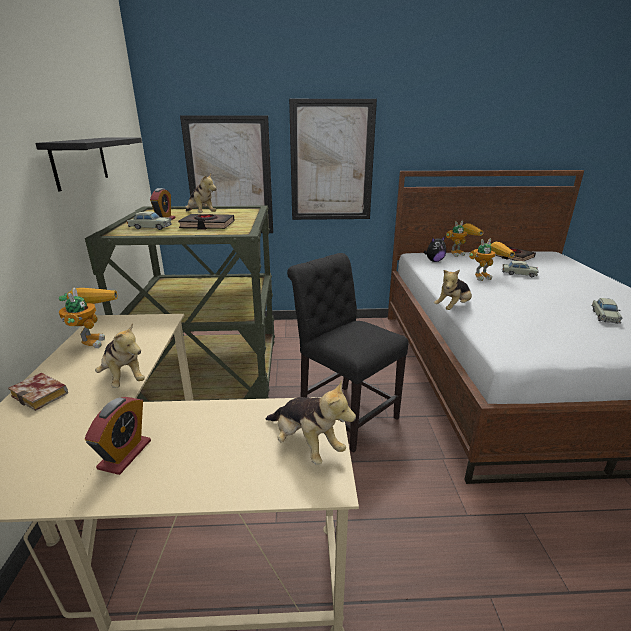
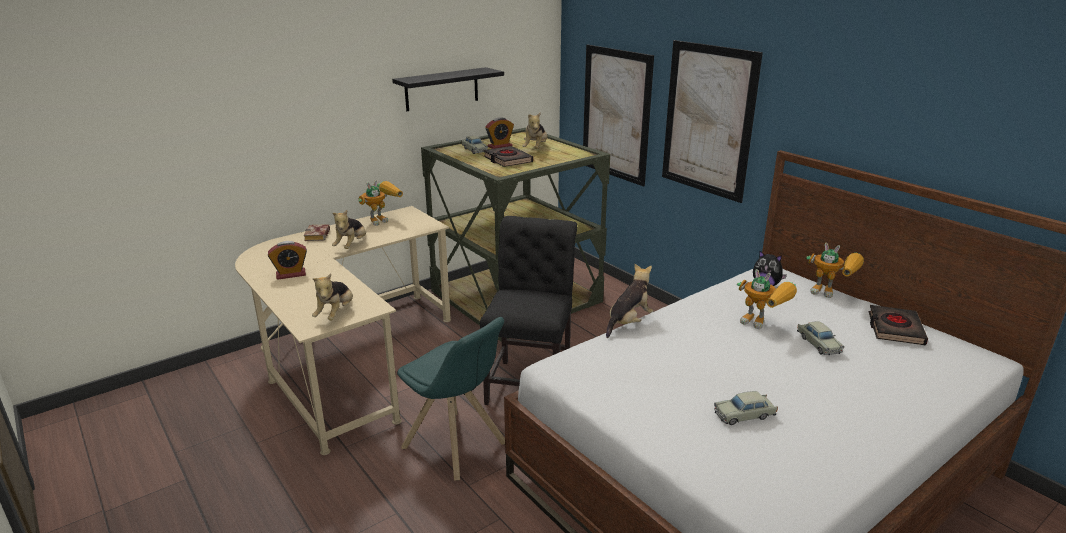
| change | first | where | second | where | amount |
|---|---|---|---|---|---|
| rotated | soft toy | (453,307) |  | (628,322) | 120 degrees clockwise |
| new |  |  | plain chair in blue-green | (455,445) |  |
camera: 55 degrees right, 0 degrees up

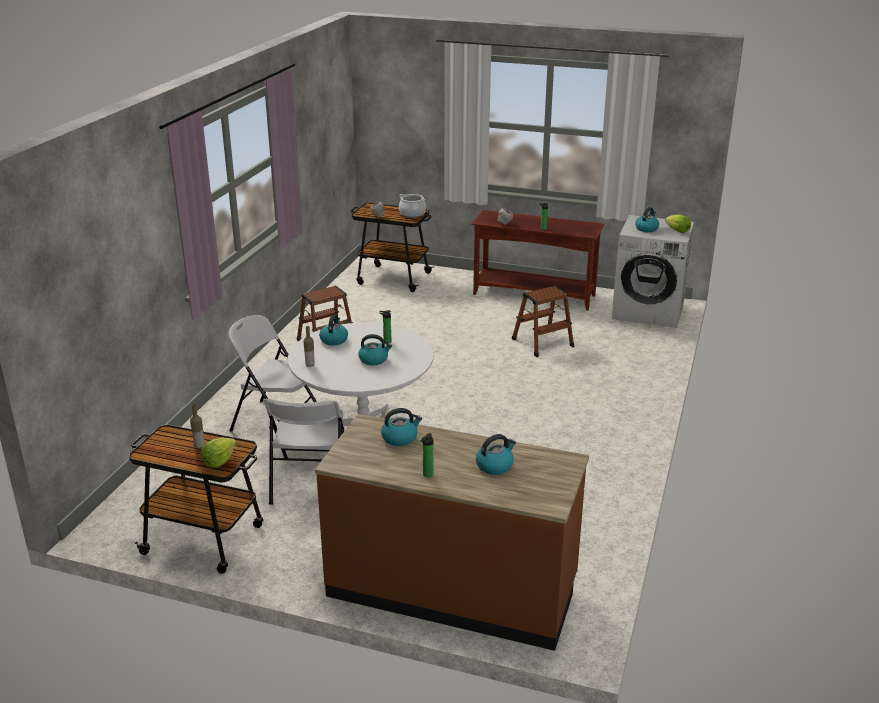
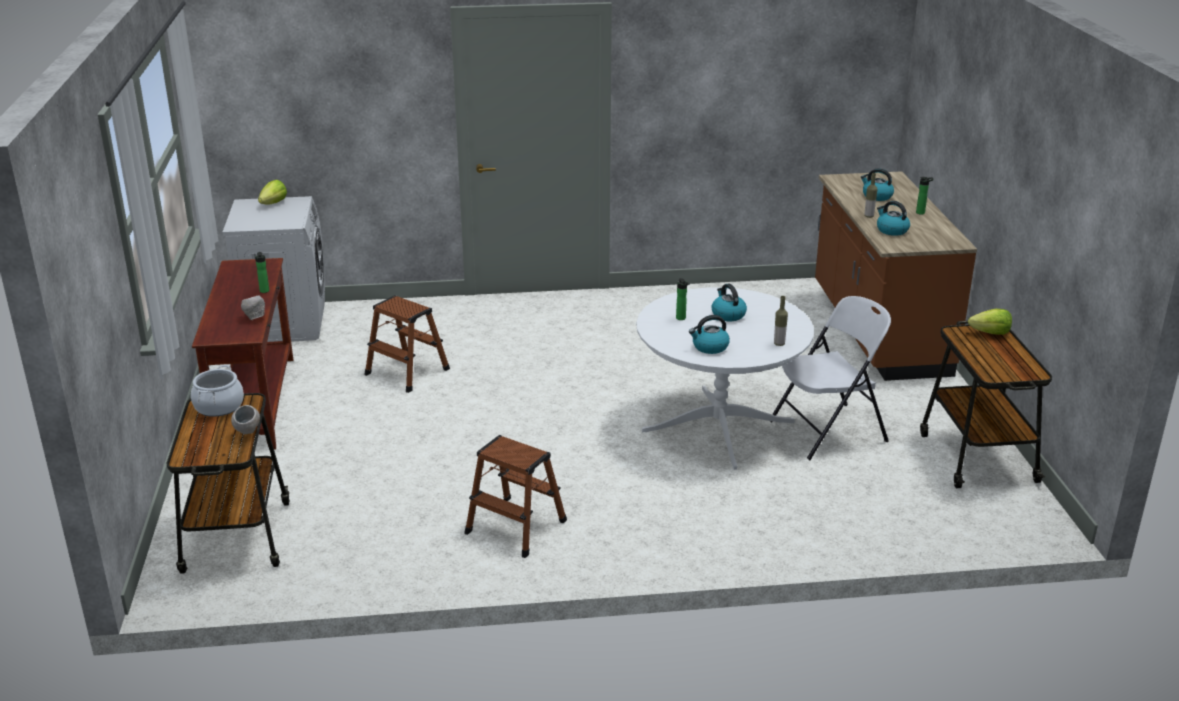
| change | first | where | second | where | amount |
|---|---|---|---|---|---|
| shifted | drink bottle | (199,446) |  | (869,216) |  |
| gone | plain chair in whitish | (277,422) |  |  |  |
| gone | tea kettle | (646,228) |  |  |  |
camera: 115 degrees left, 0 degrees up

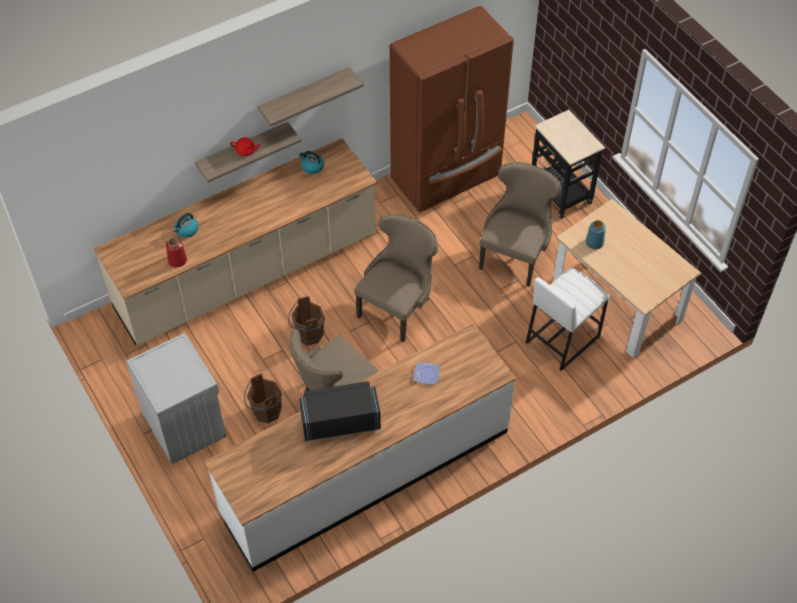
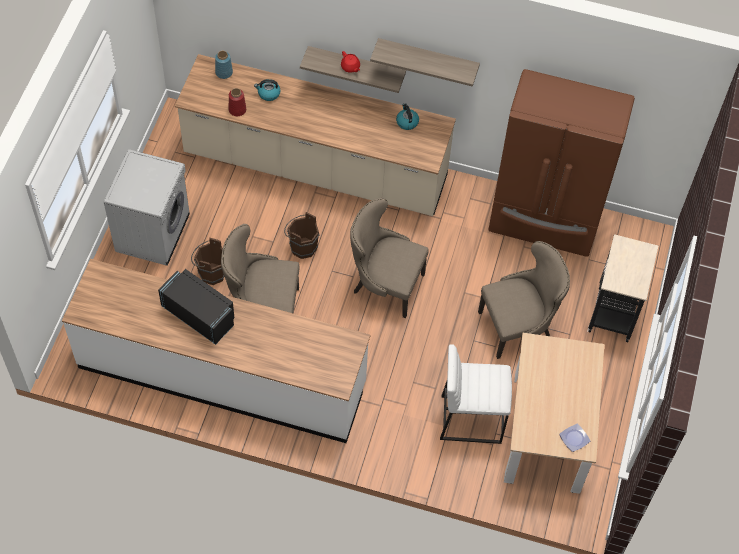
| change | first | where | second | where | amount |
|---|---|---|---|---|---|
| rotated | plain chair in beige-coloured | (398,307) |  | (385,285) | 150 degrees counterclockwise |
| shifted | flat dish | (426,374) |  | (574,438) |  |
| shifted | flower vase in bluish | (594,243) |  | (223,72) |  |
camera: 45 degrees right, 5 degrees up

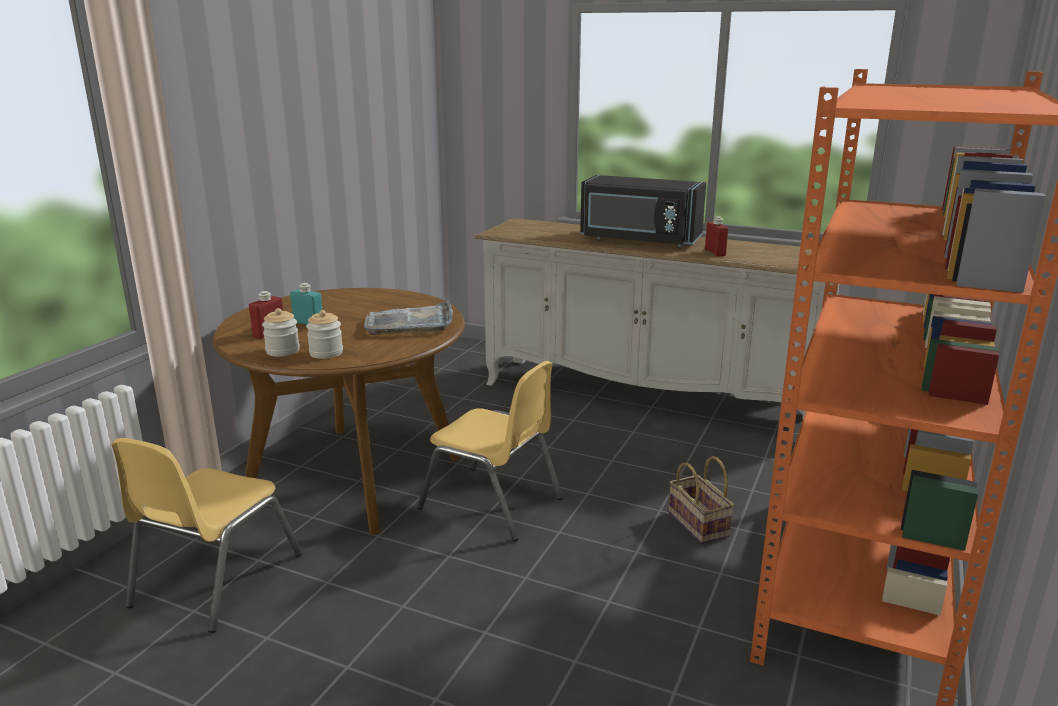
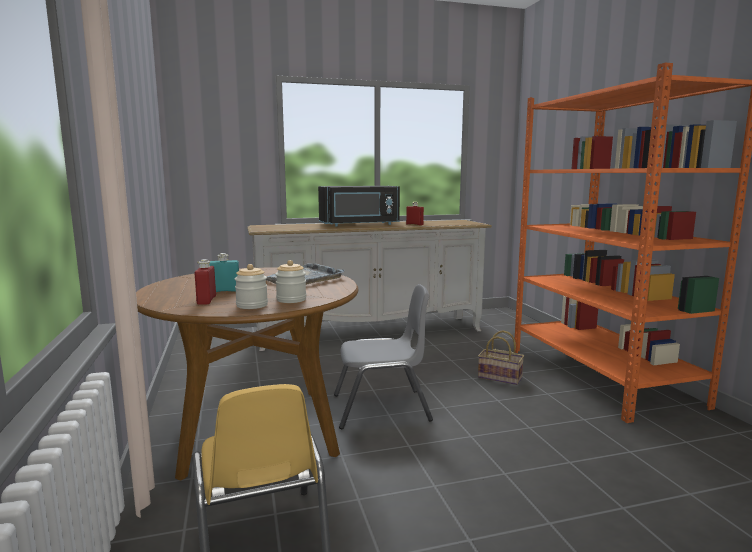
| change | first | where | second | where | amount |
|---|---|---|---|---|---|
| repainted | plain chair in yellow-coloured | (492,503) | plain chair in gray | (381,408) |  |
camera: 40 degrees left, 10 degrees down

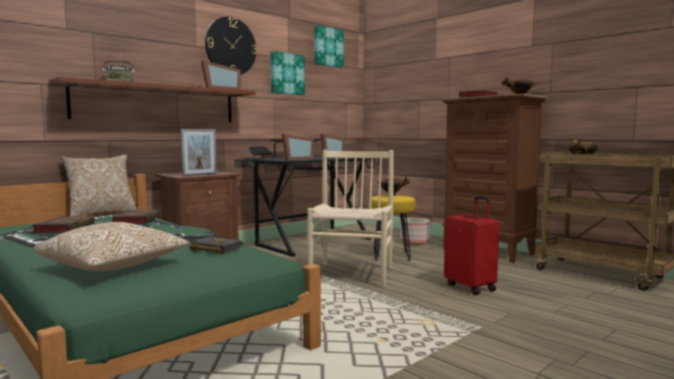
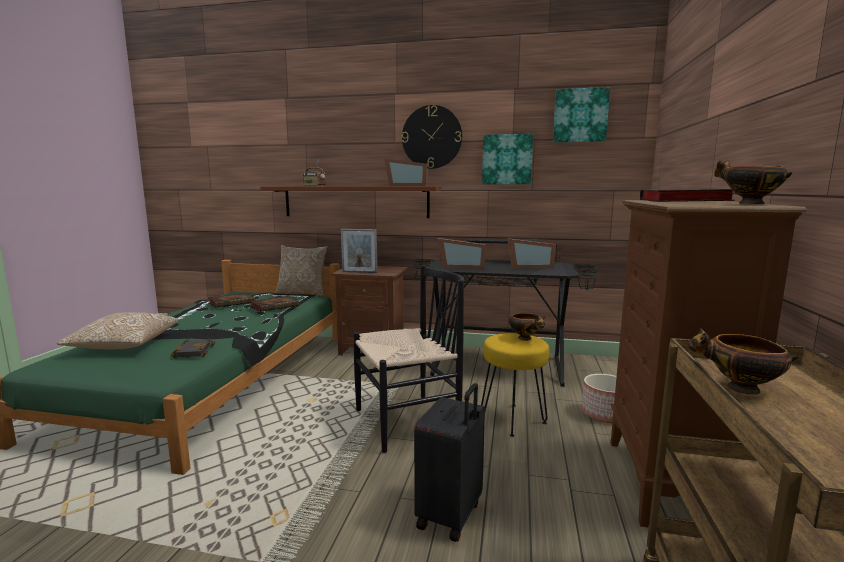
| change | first | where | second | where | amount |
|---|---|---|---|---|---|
| repainted | plain chair in beige-coloured | (353,274) | plain chair in black-coloured | (411,421) |  |
| repainted | suitcase in reddish | (471,287) | suitcase in black-coloured | (451,515) |  |
camera: 55 degrees right, 5 degrees up

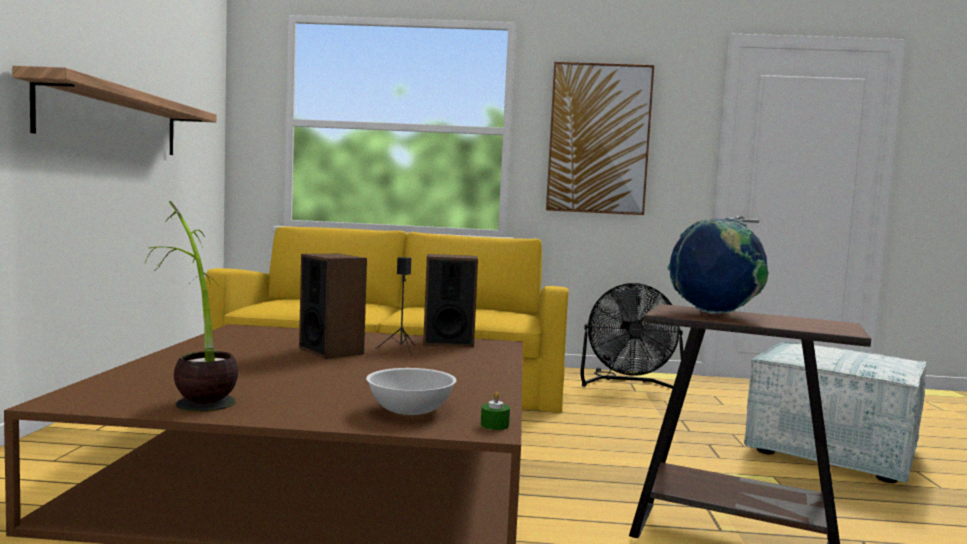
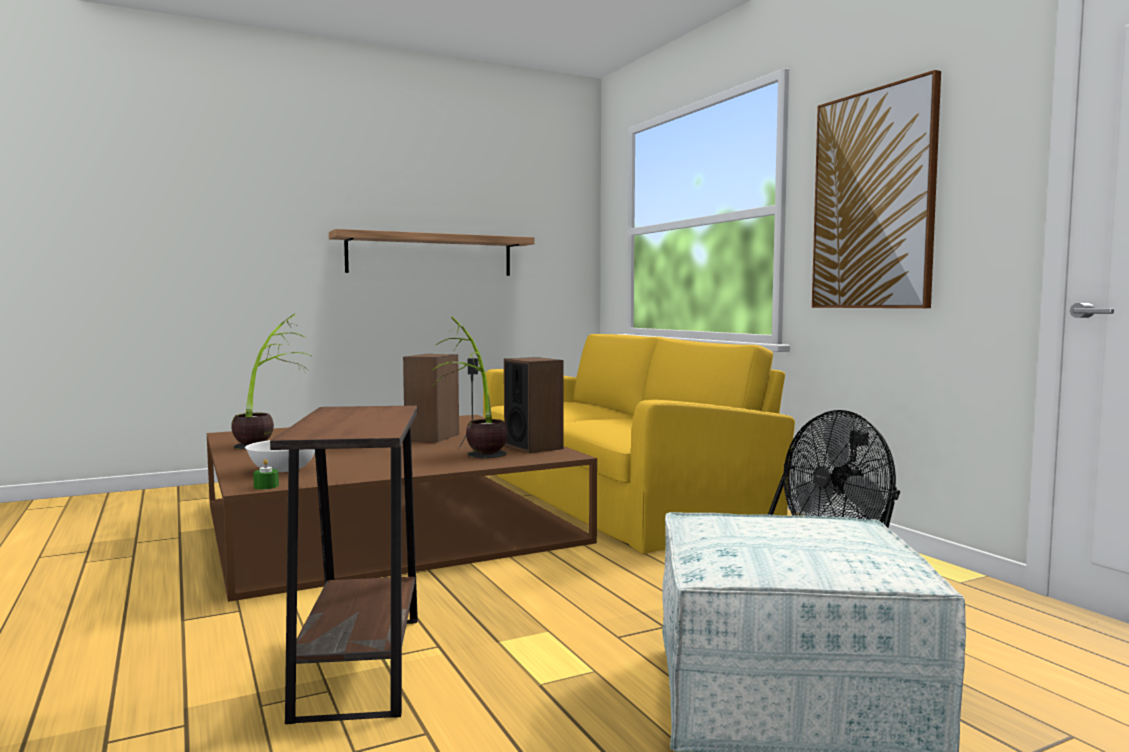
| change | first | where | second | where | amount |
|---|---|---|---|---|---|
| gone | globe | (714,314) |  |  |  |
| new |  |  | plant in a pot | (475,458) |  |
camera: 60 degrees right, 0 degrees up

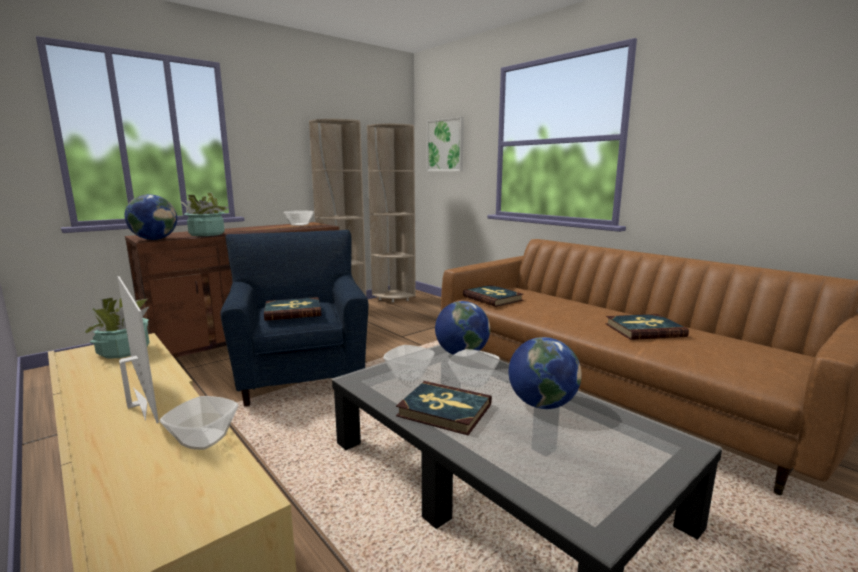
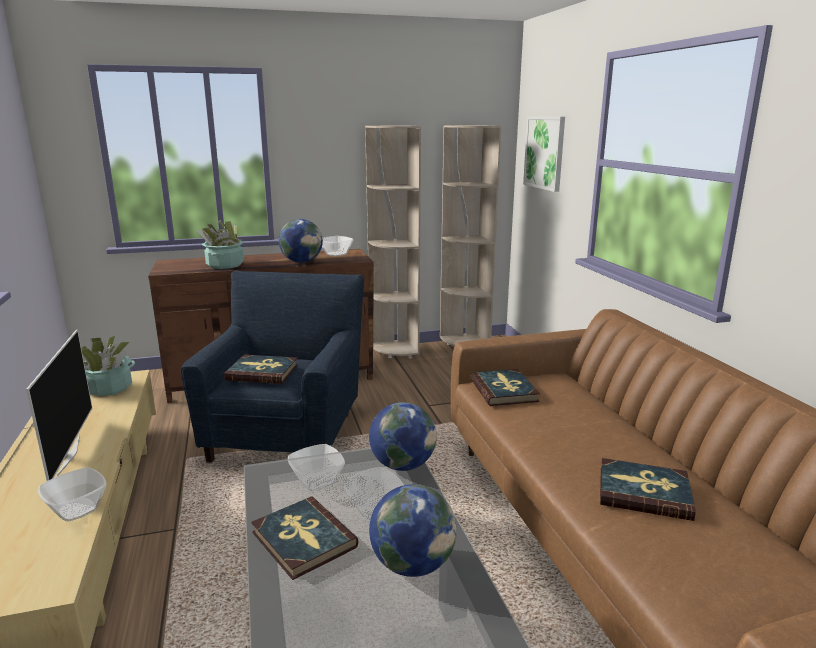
| change | first | where | second | where | amount |
|---|---|---|---|---|---|
| shifted | globe | (154,239) |  | (301,262) |  |
camera: 25 degrees right, 5 degrees up

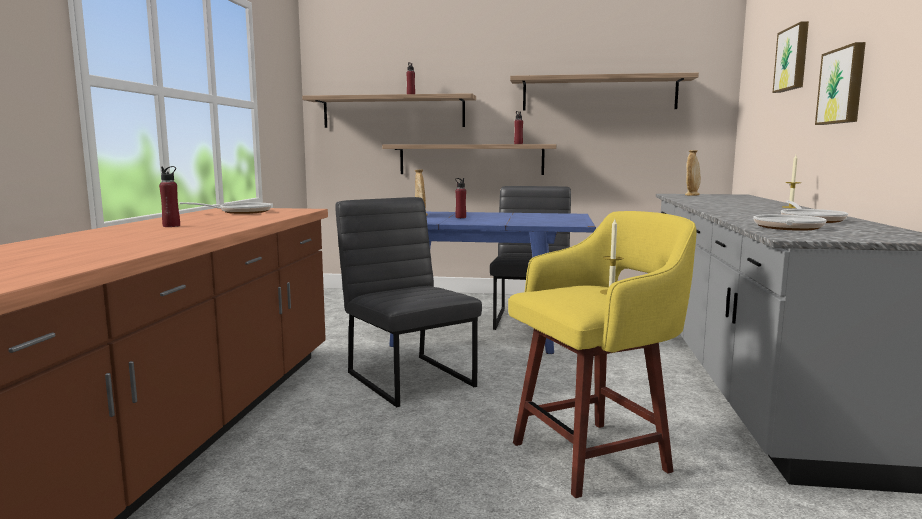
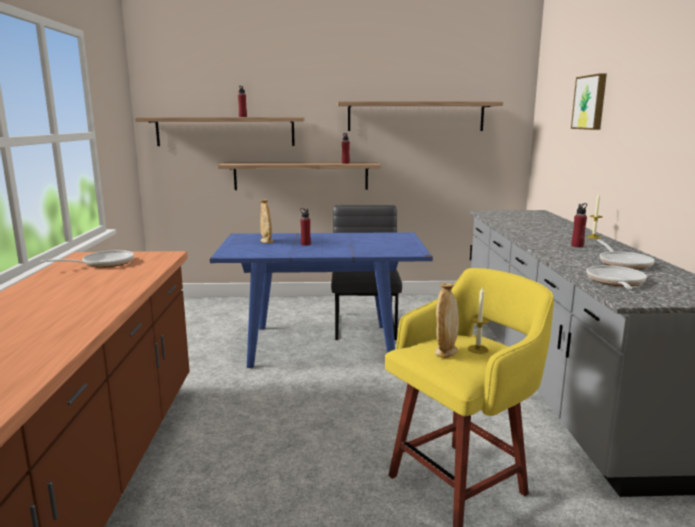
| change | first | where | second | where | amount |
|---|---|---|---|---|---|
| shifted | drink bottle in reddish | (171,226) |  | (577,246) |  |
| gone | plain chair in gray | (409,378) |  |  |  |
| shifted | flower vase in beige-coloured | (692,195) |  | (446,352) |  |
| gone | picture | (843,86) |  |  |  |
camera: 10 degrees left, 5 degrees up

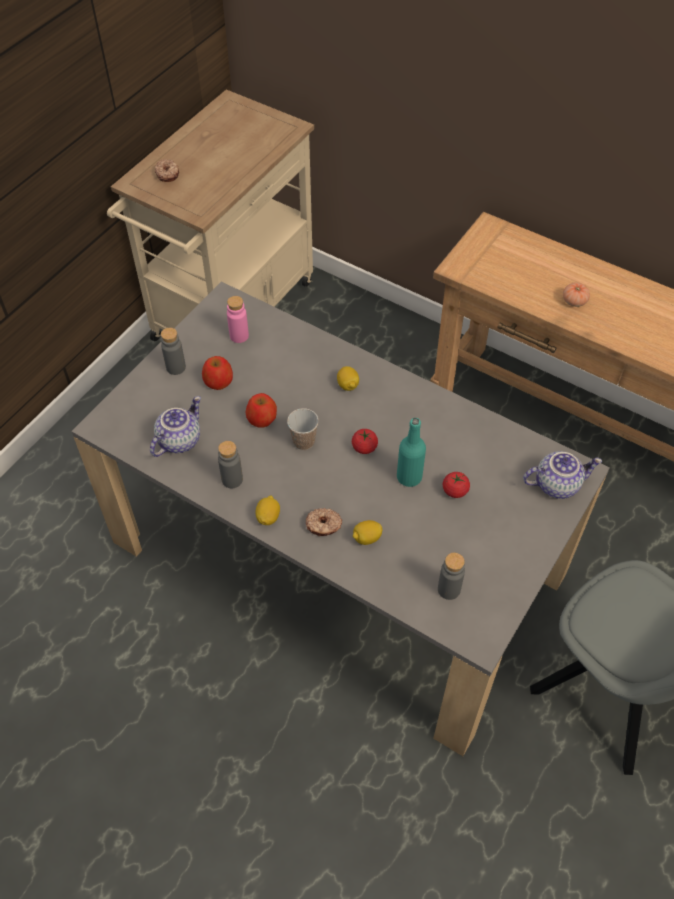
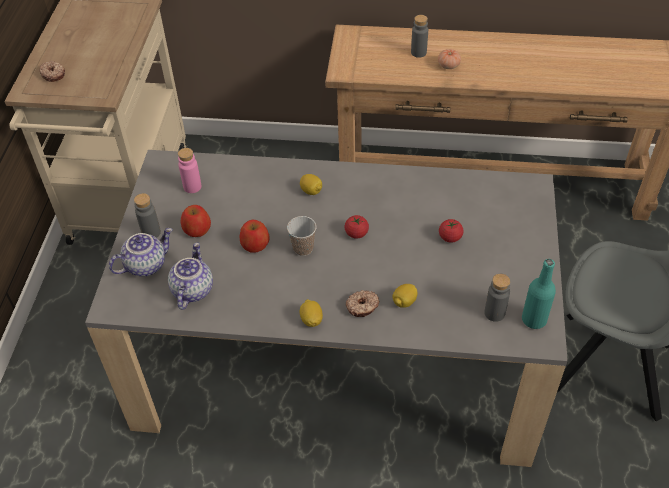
| change | first | where | second | where | amount |
|---|---|---|---|---|---|
| shifted | drink bottle in gray | (232,479) |  | (418,52) |  |
| shifted | drink bottle in blue-green | (409,477) |  | (534,319) |  |
| shifted | teapot | (557,483) |  | (146,264) |  |
camera: 25 degrees left, 5 degrees down

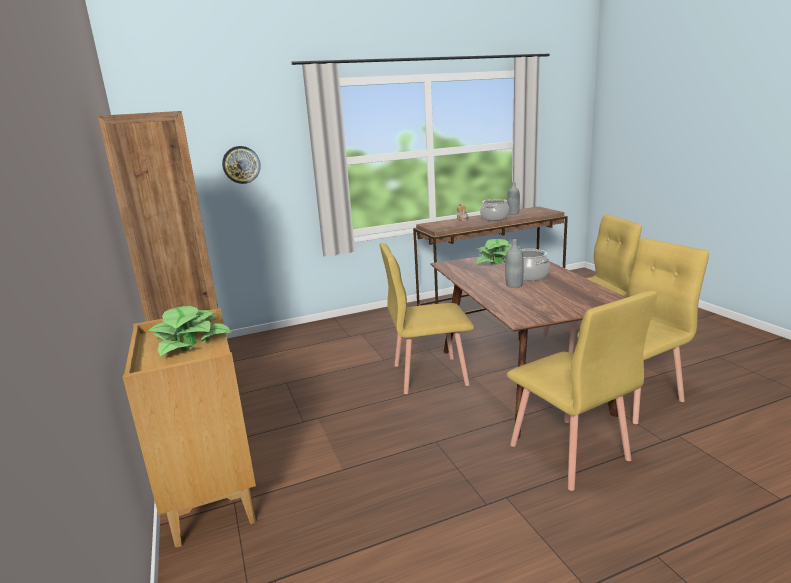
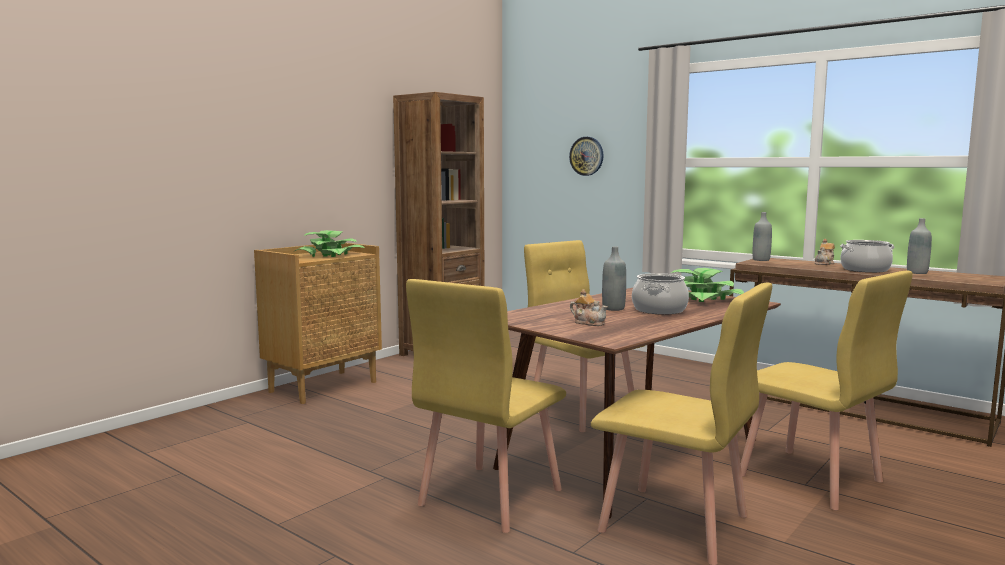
| change | first | where | second | where | amount |
|---|---|---|---|---|---|
| new |  |  | teapot | (589,323) |  |
| new |  |  | drink bottle in gray | (761,260) |  |
camera: 60 degrees right, 10 degrees down

